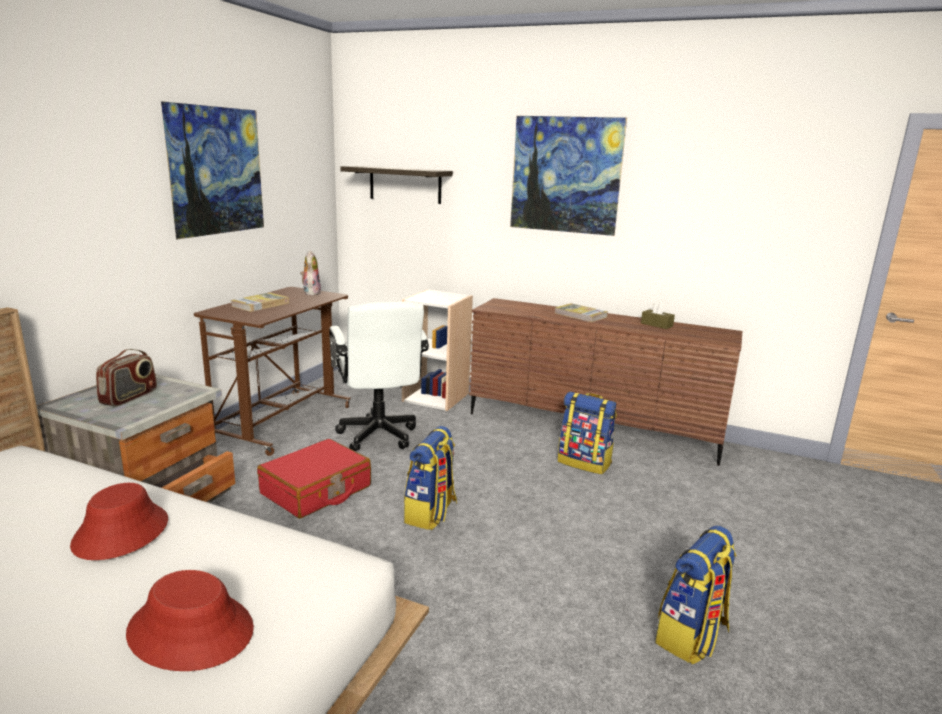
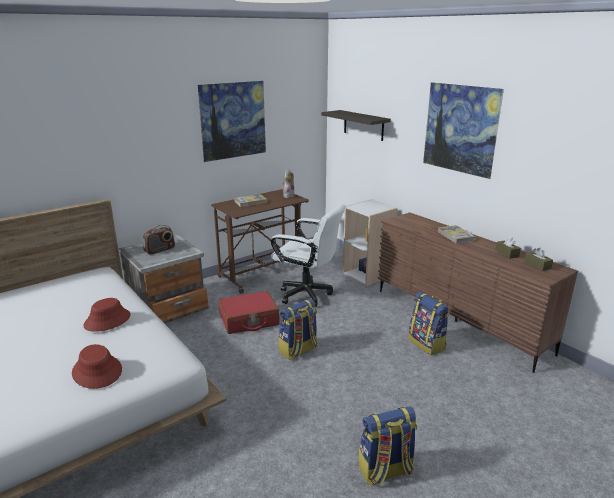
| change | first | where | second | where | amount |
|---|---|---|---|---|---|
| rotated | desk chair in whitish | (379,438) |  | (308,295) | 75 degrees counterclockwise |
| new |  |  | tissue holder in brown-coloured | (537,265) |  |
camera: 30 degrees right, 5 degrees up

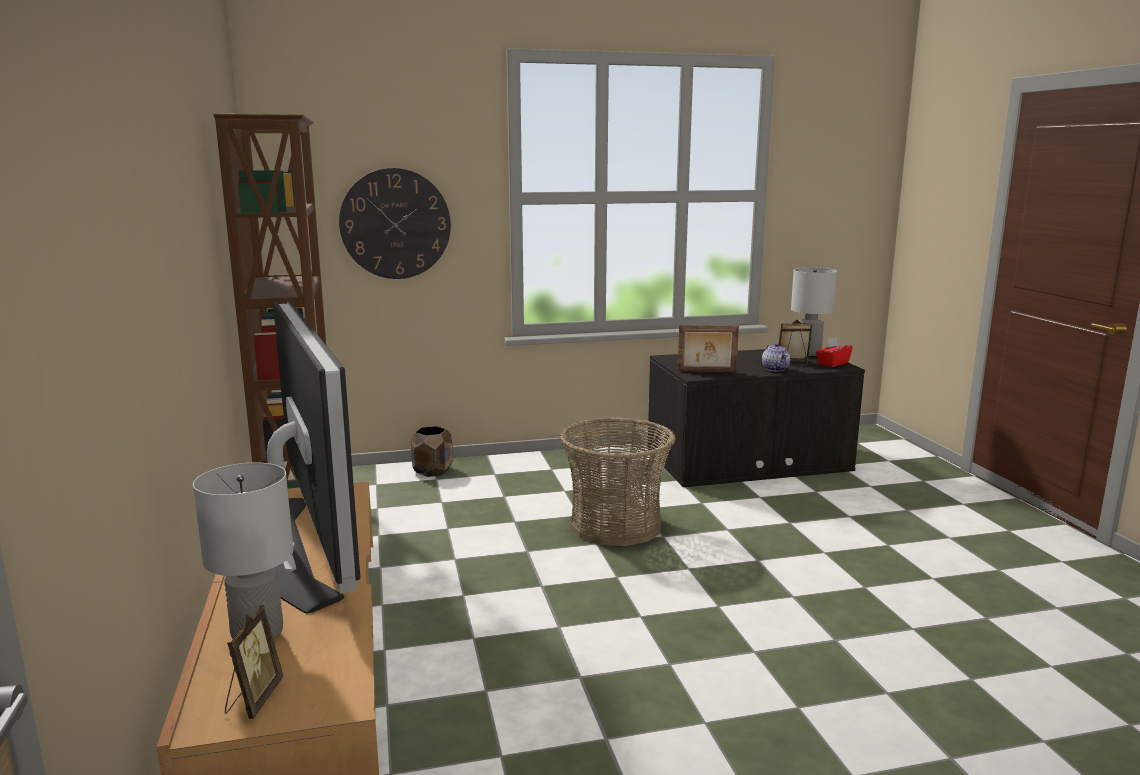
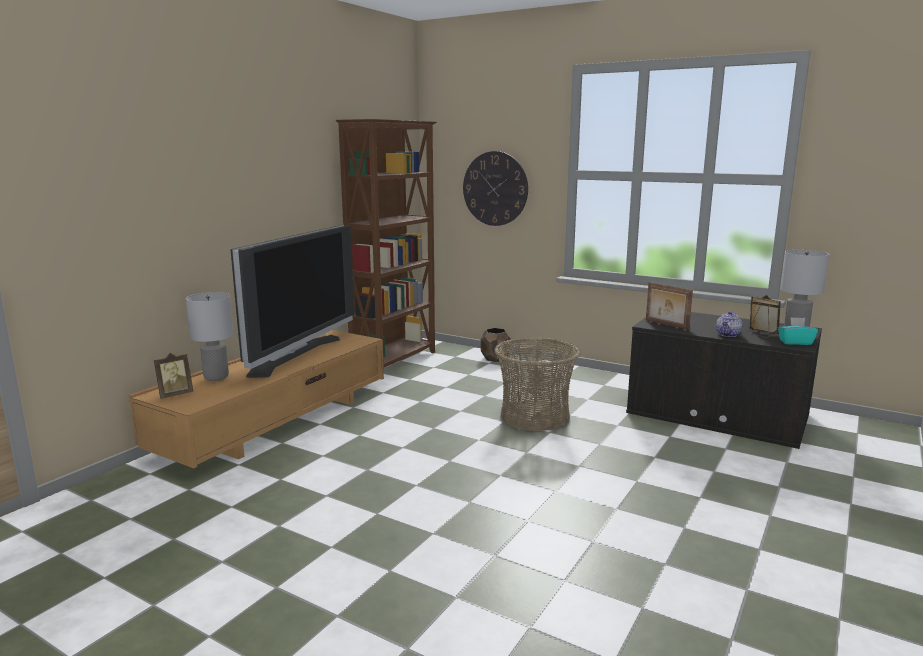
| change | first | where | second | where | amount |
|---|---|---|---|---|---|
| repainted | tissue holder in reddish | (832,364) | tissue holder in blue-green | (795,342) |  |
camera: 45 degrees right, 0 degrees up

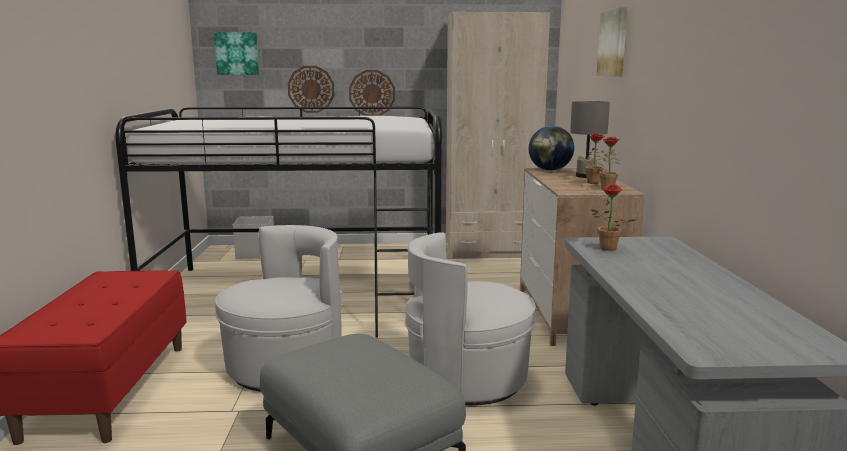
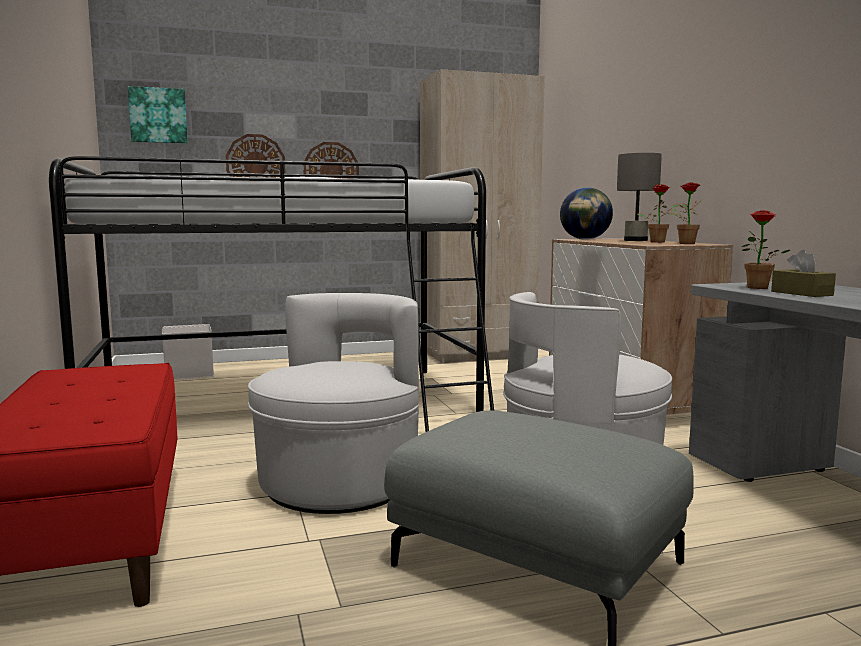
| change | first | where | second | where | amount |
|---|---|---|---|---|---|
| gone | picture | (614,43) |  |  |  |
| new |  |  | tissue holder in brown-coloured | (801,293) |  |
camera: 15 degrees left, 5 degrees down

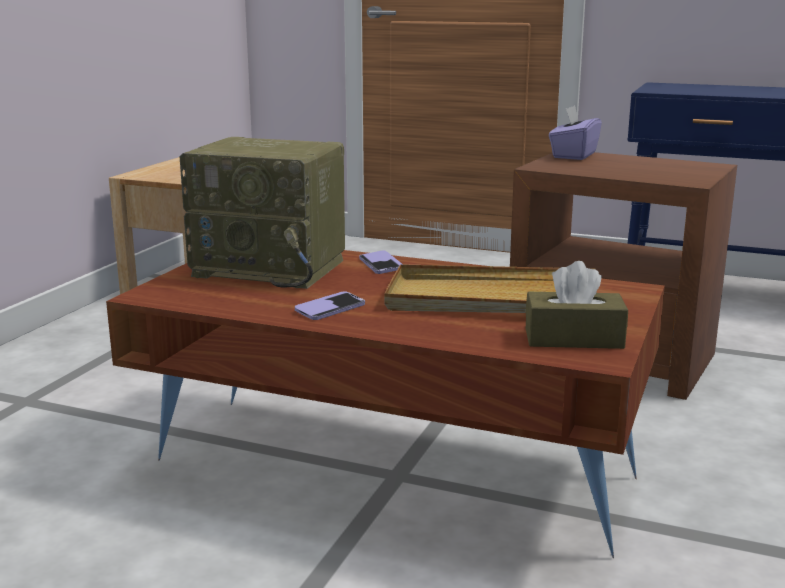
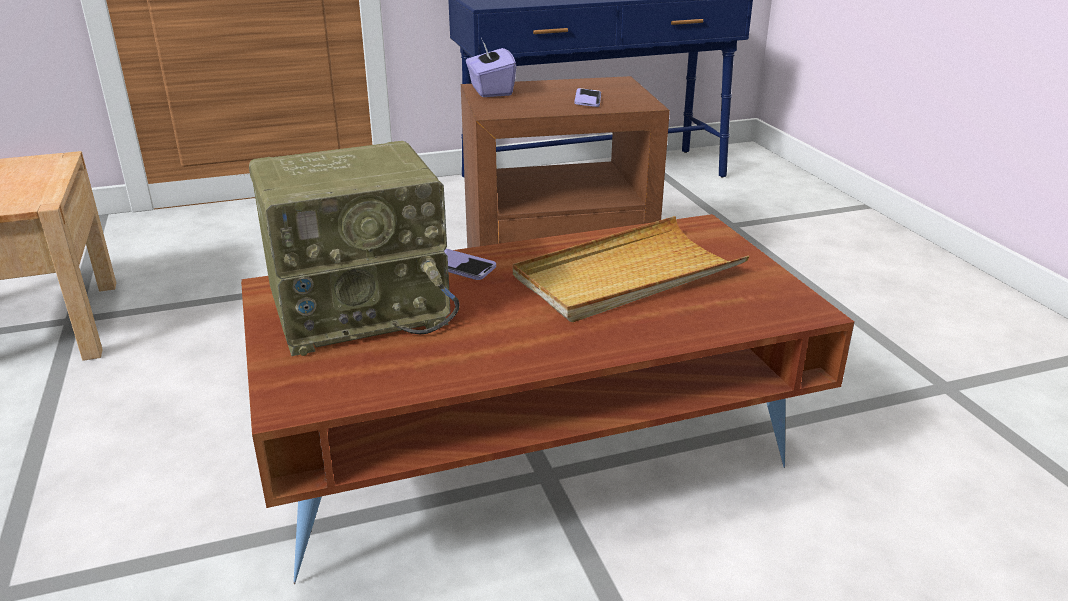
| change | first | where | second | where | amount |
|---|---|---|---|---|---|
| shifted | handset | (330,308) |  | (588,99) |  |
| gone | tissue holder in brown-coloured | (573,338) |  |  |  |
camera: 40 degrees left, 10 degrees up

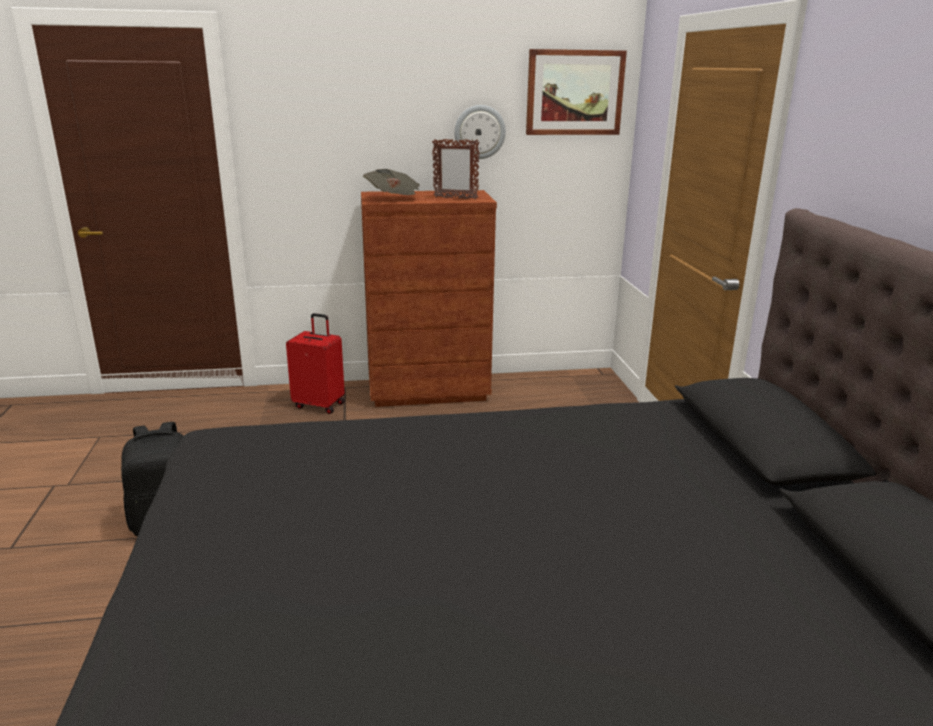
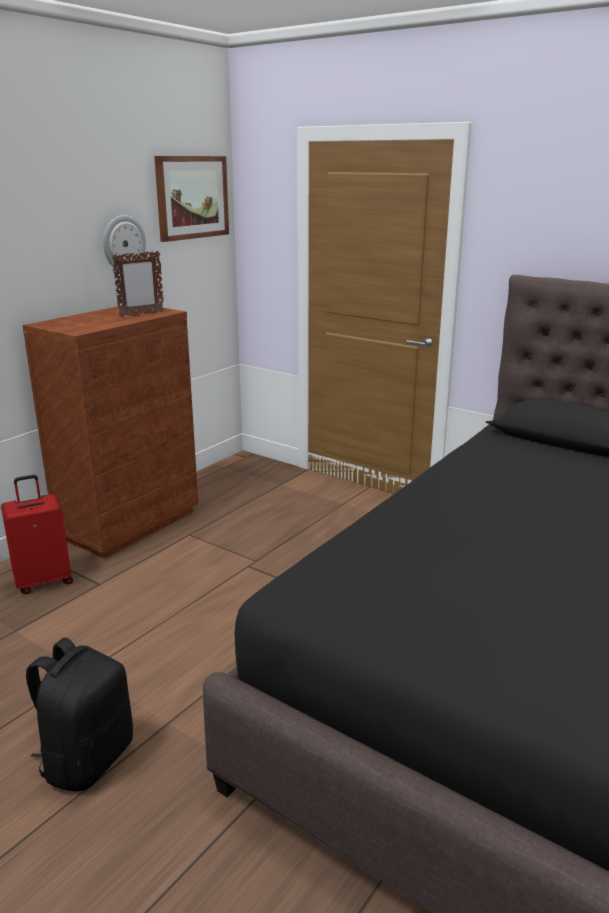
| change | first | where | second | where | amount |
|---|---|---|---|---|---|
| gone | printed paper | (394,199) |  |  |  |
camera: 45 degrees left, 0 degrees up

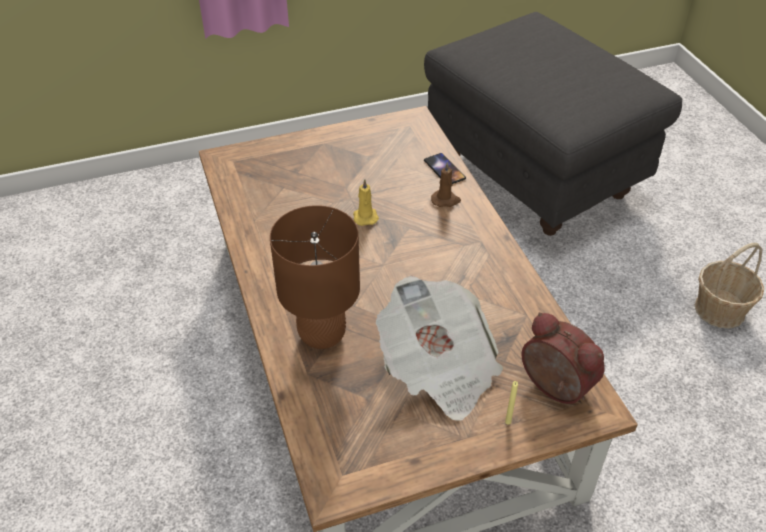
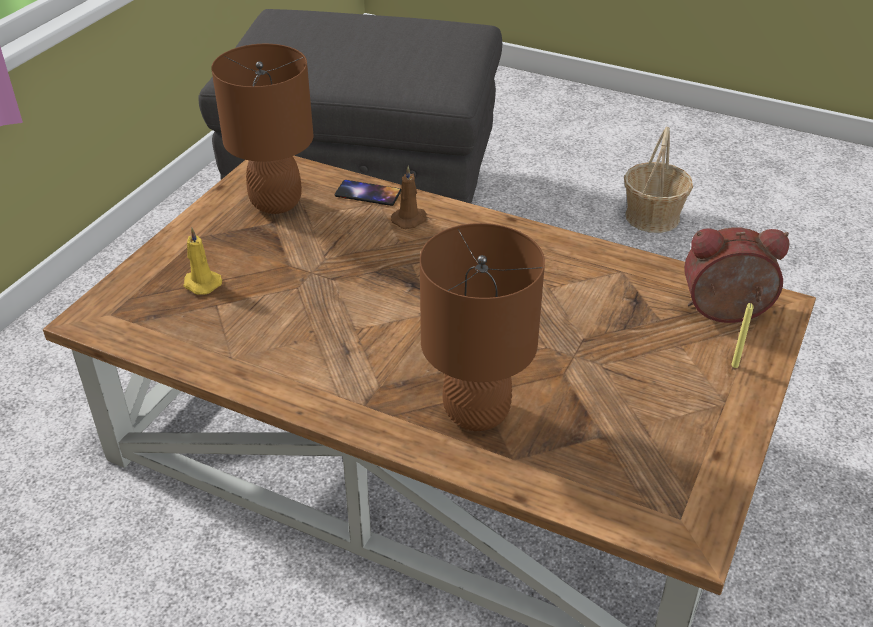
| change | first | where | second | where | amount |
|---|---|---|---|---|---|
| shifted | candle in yellow-coloured | (365,216) |  | (201,283) |  |
| gone | printed paper | (438,368) |  |  |  |
| new |  |  | lamp for a table in brown-coloured | (275,203) |  |
camera: 45 degrees left, 5 degrees down

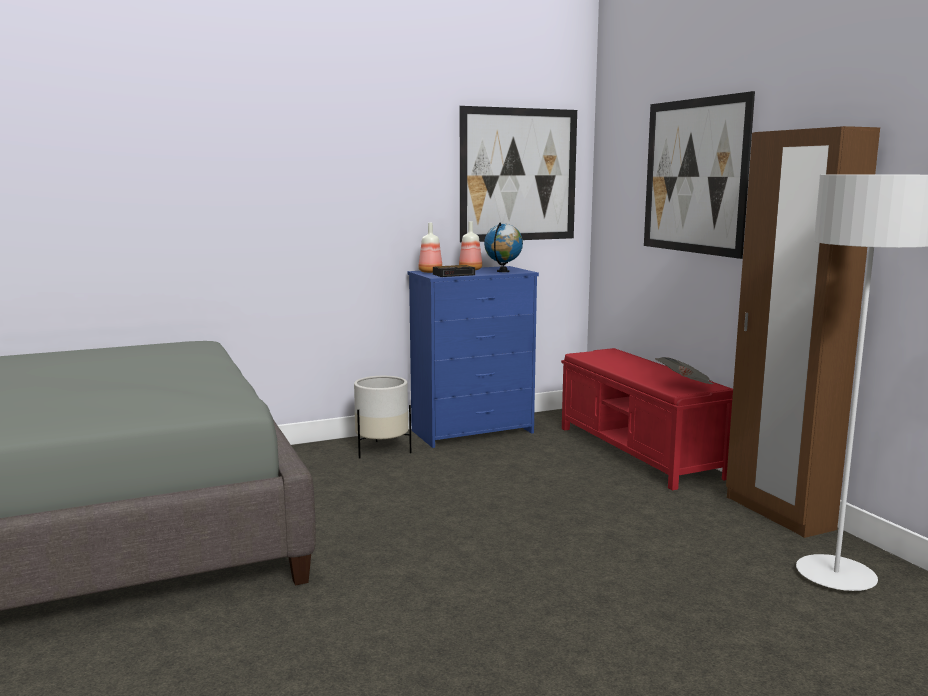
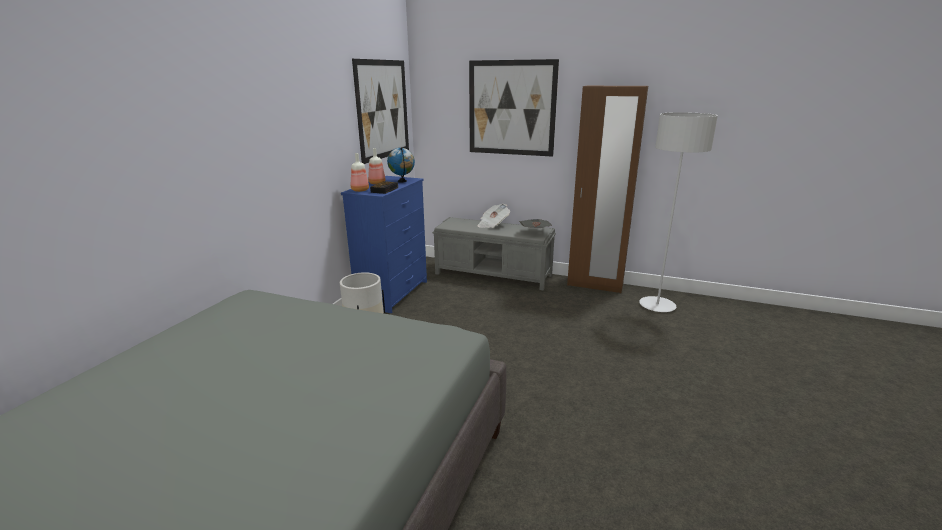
| change | first | where | second | where | amount |
|---|---|---|---|---|---|
| repainted | long seat in reddish | (639,452) | long seat in gray | (494,274) |  |
| new |  |  | printed paper | (492,225) |  |
camera: 45 degrees left, 10 degrees up

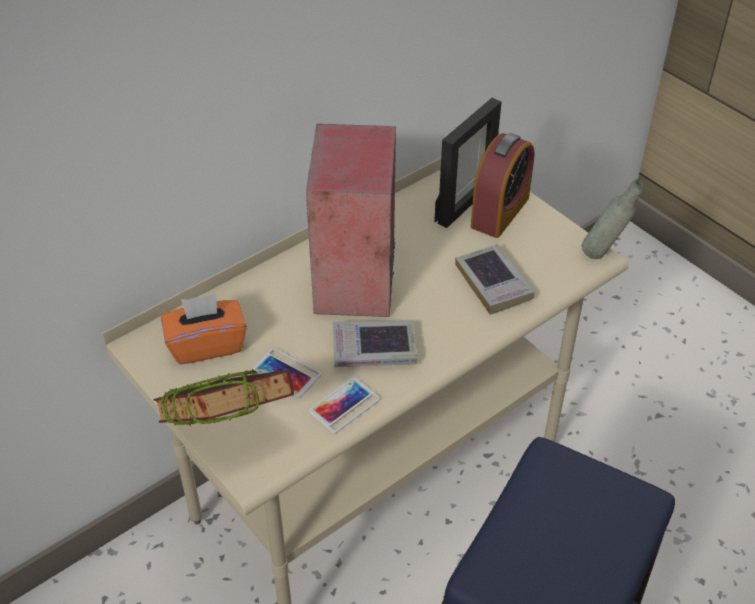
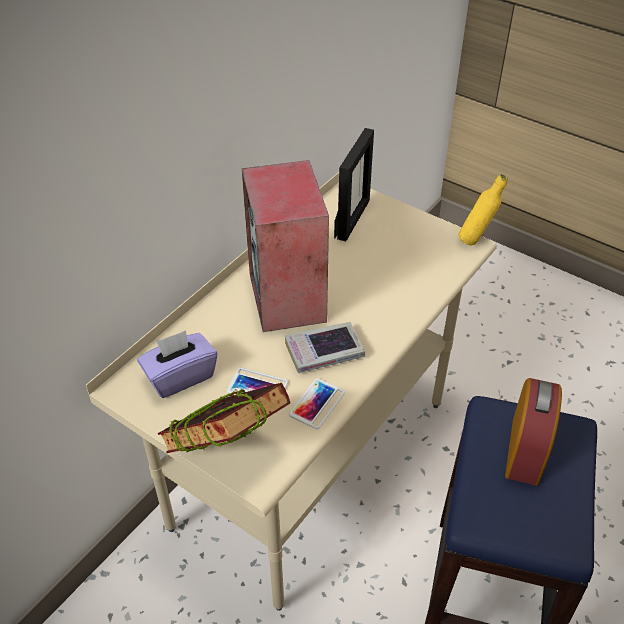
| change | first | where | second | where | amount |
|---|---|---|---|---|---|
| repainted | tissue holder in orange | (206,345) | tissue holder in purple | (180,376) |  |
| gone | book | (493,283) |  |  |  |
| shifted | bedside clock | (500,212) |  | (525,450) |  |
| repainted | drink bottle in gray | (604,254) | drink bottle in yellow-coloured | (476,240) |  |
camera: 15 degrees left, 0 degrees up

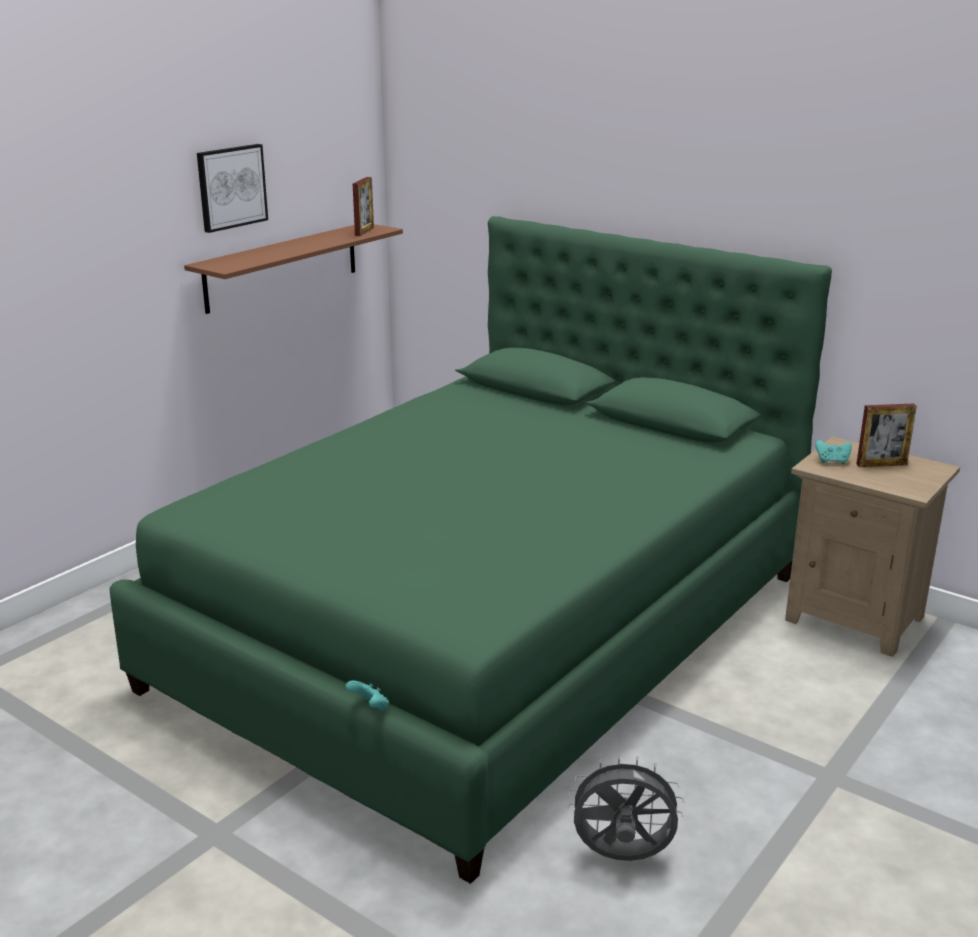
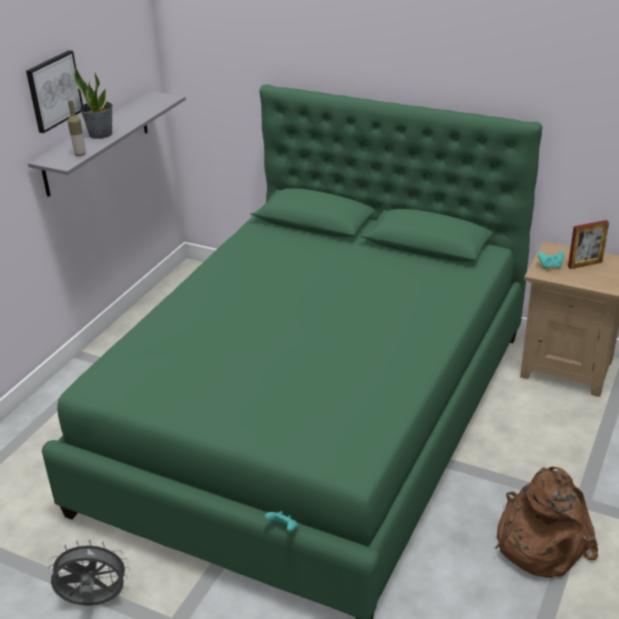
| change | first | where | second | where | amount |
|---|---|---|---|---|---|
| repainted | bracket shelf in brown-coloured | (282,266) | bracket shelf in gray | (96,143) |  |
| gone | photo frame | (364,231) |  |  |  |
| shifted | electric fan in gray | (622,858) |  | (94,602) |  |
| new |  |  | drink bottle | (80,154) |  |
| new |  |  | plant in a pot | (100,134) |  |
| new |  |  | backpack in brown-coloured | (539,541) |  |
camera: 10 degrees left, 10 degrees up

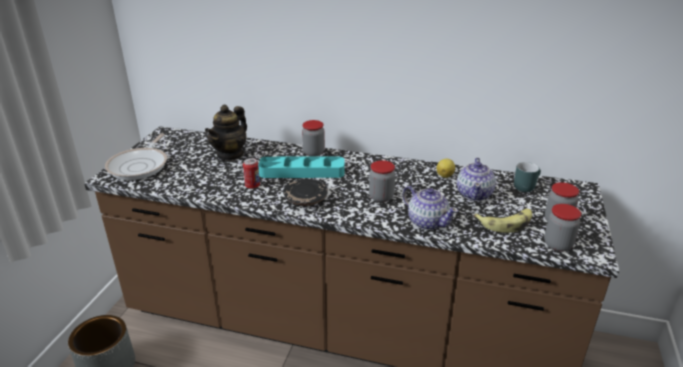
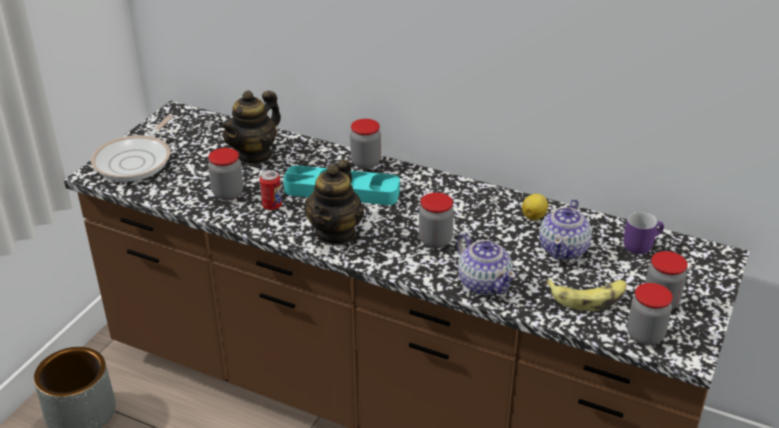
| change | first | where | second | where | amount |
|---|---|---|---|---|---|
| swapped | flat dish in black-coloured | (306,199) | teapot | (336,233) |  |
| repainted | coffee mug in blue-green | (525,186) | coffee mug in purple | (640,244) |  |
| new |  |  | storage jar | (228,193) |  |
camera: 10 degrees right, 5 degrees up

